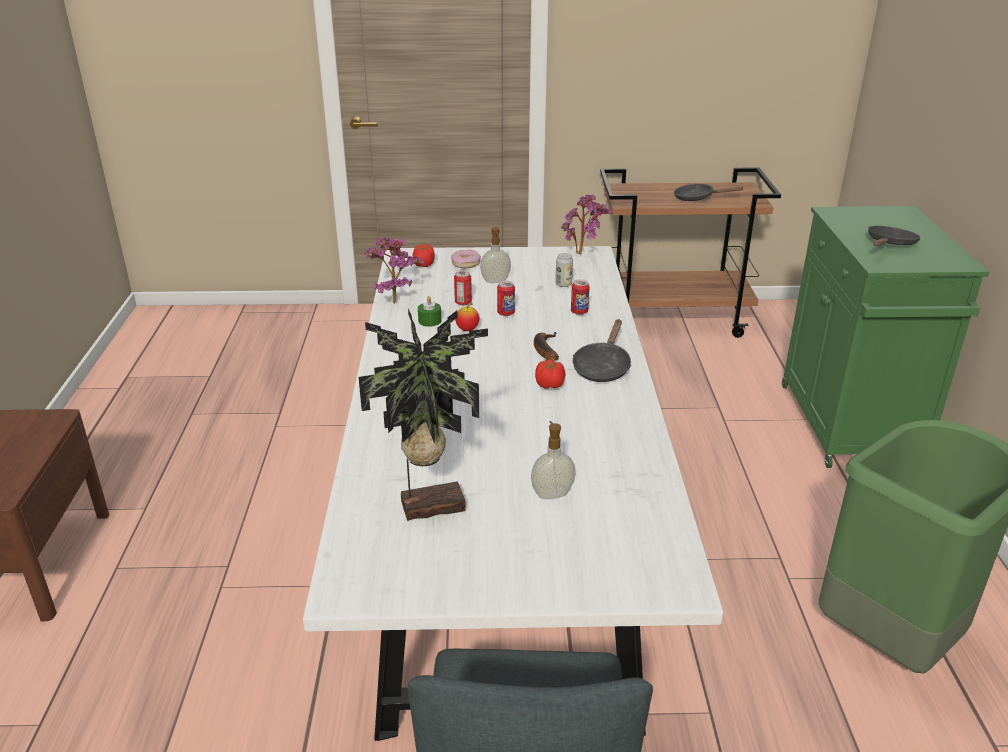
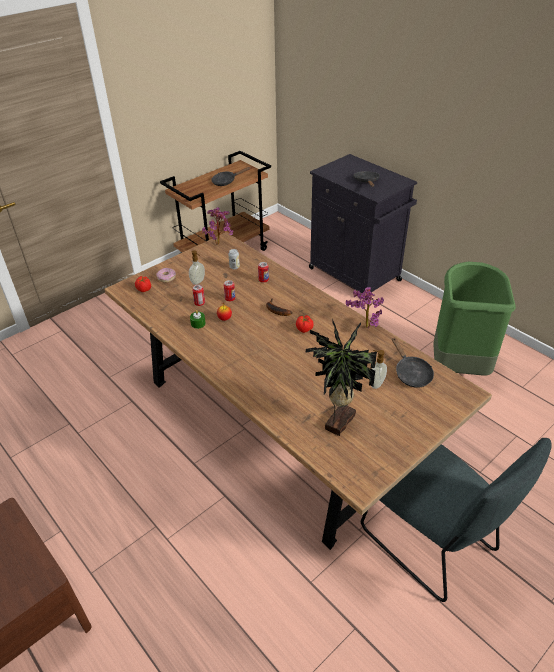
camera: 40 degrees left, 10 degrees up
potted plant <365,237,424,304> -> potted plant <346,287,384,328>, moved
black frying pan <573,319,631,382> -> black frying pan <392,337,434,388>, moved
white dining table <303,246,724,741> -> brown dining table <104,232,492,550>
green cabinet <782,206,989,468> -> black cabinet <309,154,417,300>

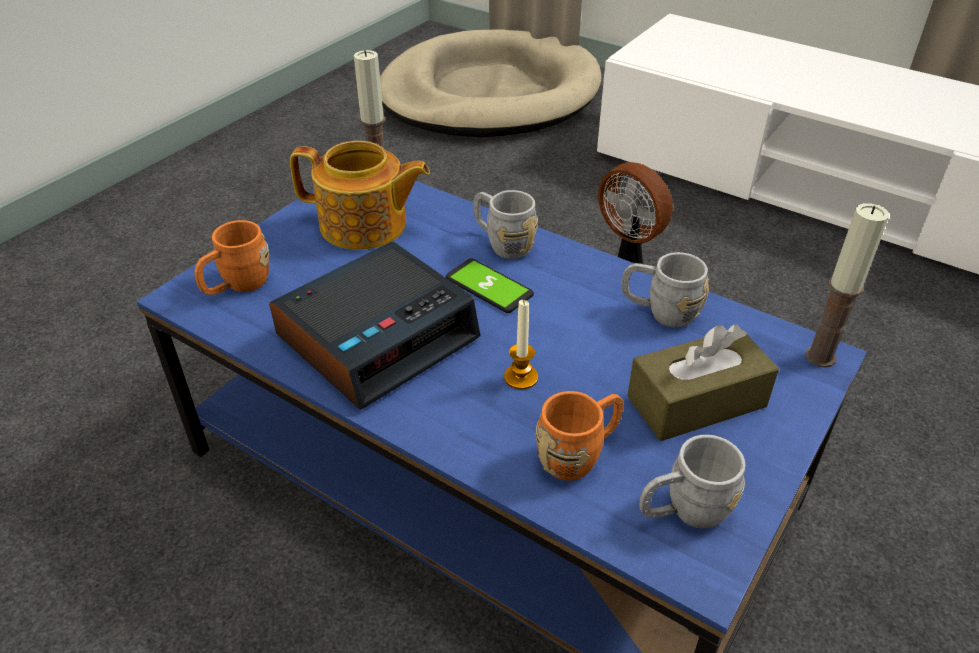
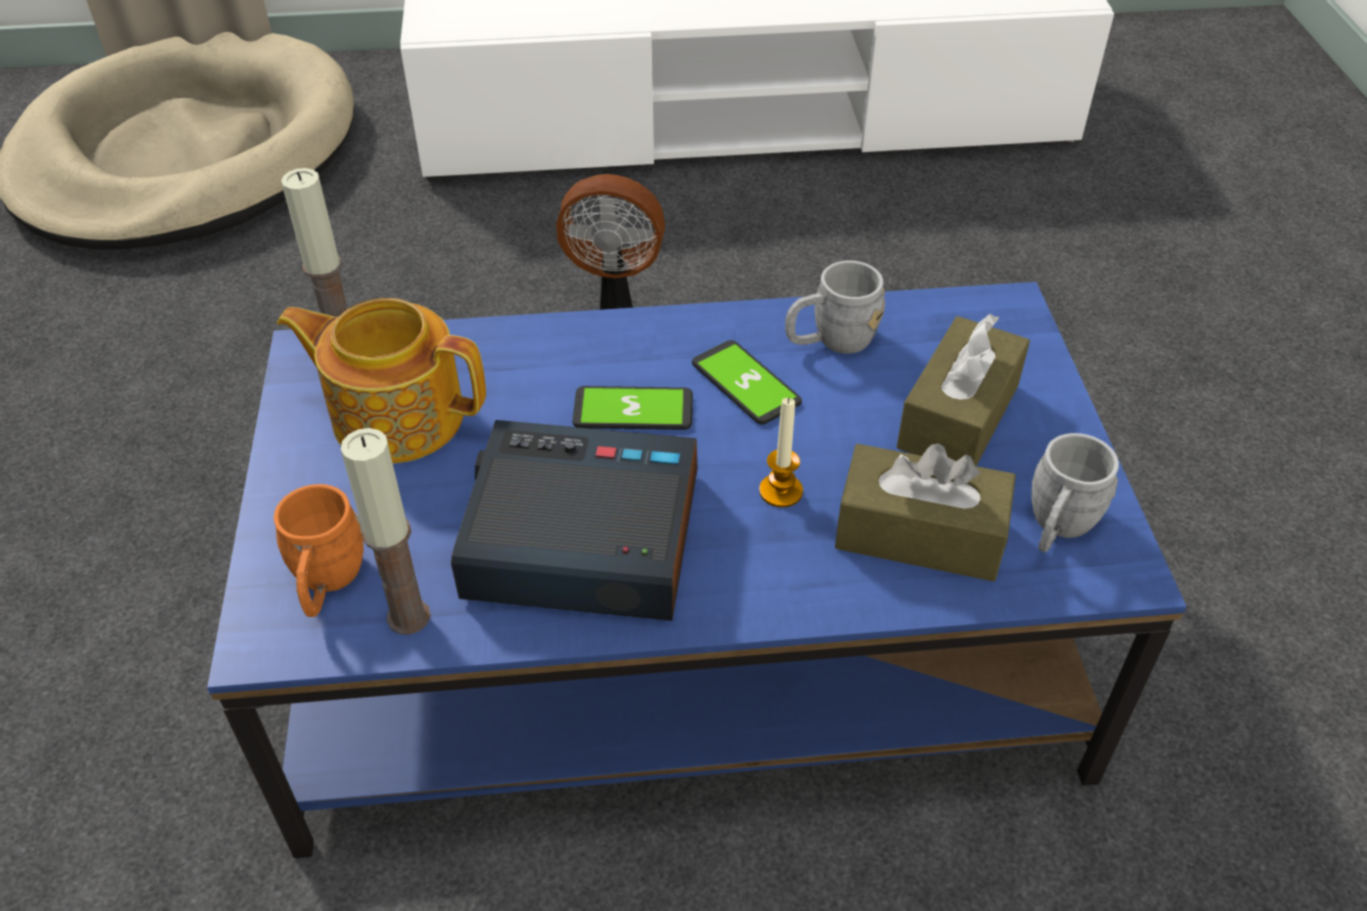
camera: 40 degrees left, 5 degrees up
grey mug <473,190,538,259> -> none
none -> phone <692,340,802,425>
candle <805,203,889,368> -> candle <341,428,431,635>, moved
orange mug <536,391,624,481> -> brown tissue box <835,444,1016,581>
alarm clock <269,242,480,410> -> alarm clock <451,420,698,621>, 90 degrees counterclockwise
teapot <290,141,430,250> -> teapot <277,298,486,463>, 135 degrees counterclockwise

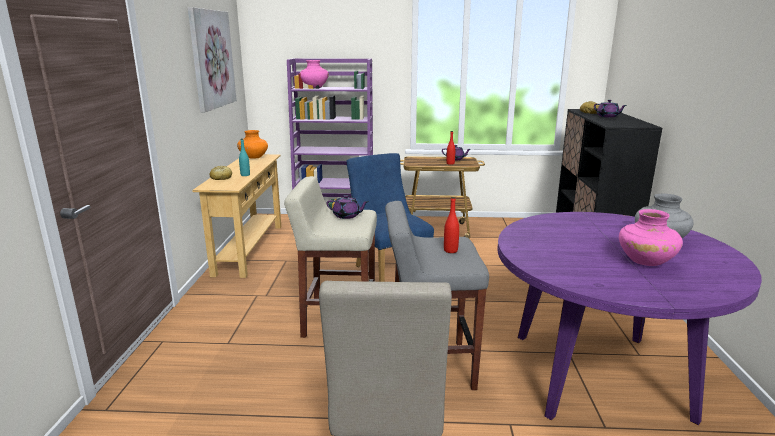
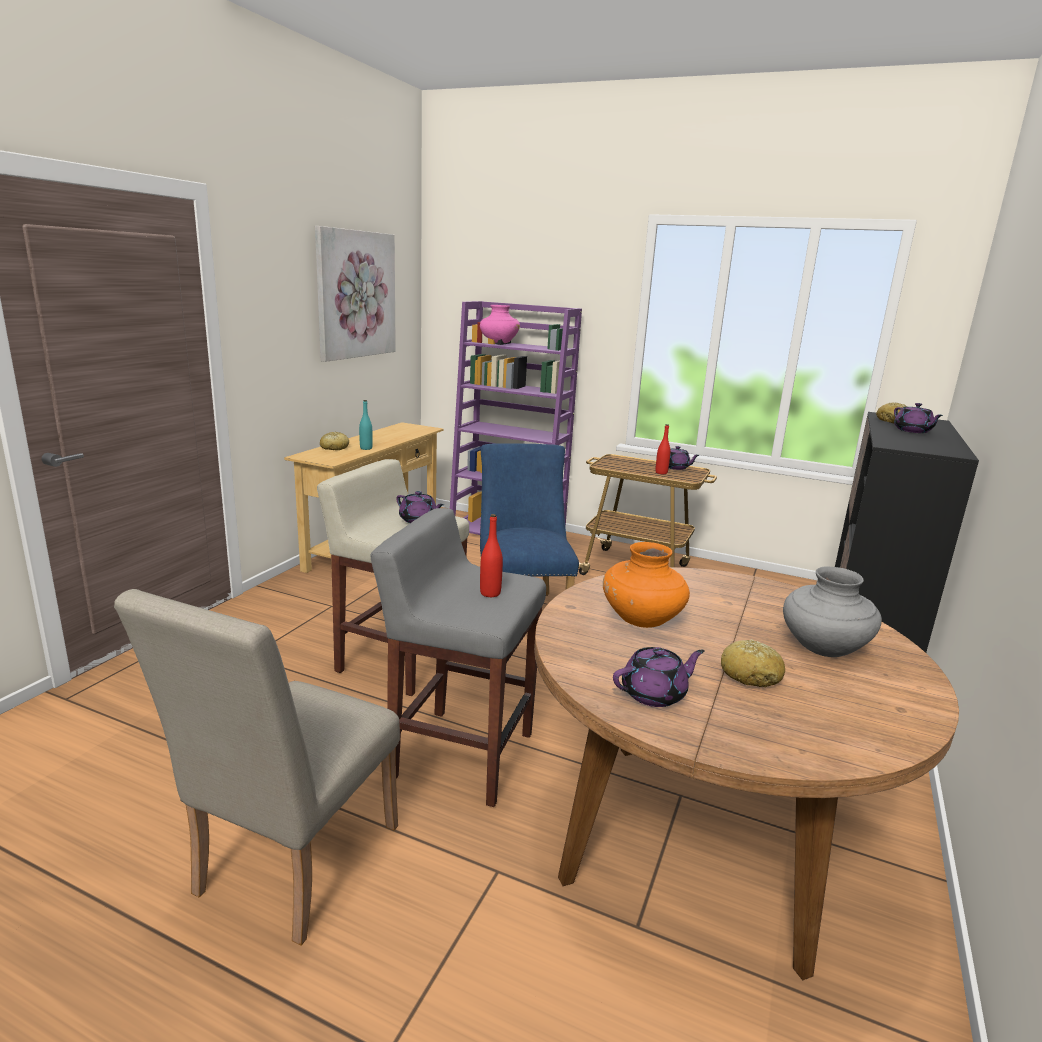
camera: 20 degrees right, 0 degrees up
none -> purple teapot <613,647,705,707>
orange vase <237,130,268,159> -> orange vase <603,542,690,628>, moved
pink vase <619,209,683,266> -> bread <721,639,785,687>
purple dining table <498,212,762,425> -> brown dining table <534,567,959,981>

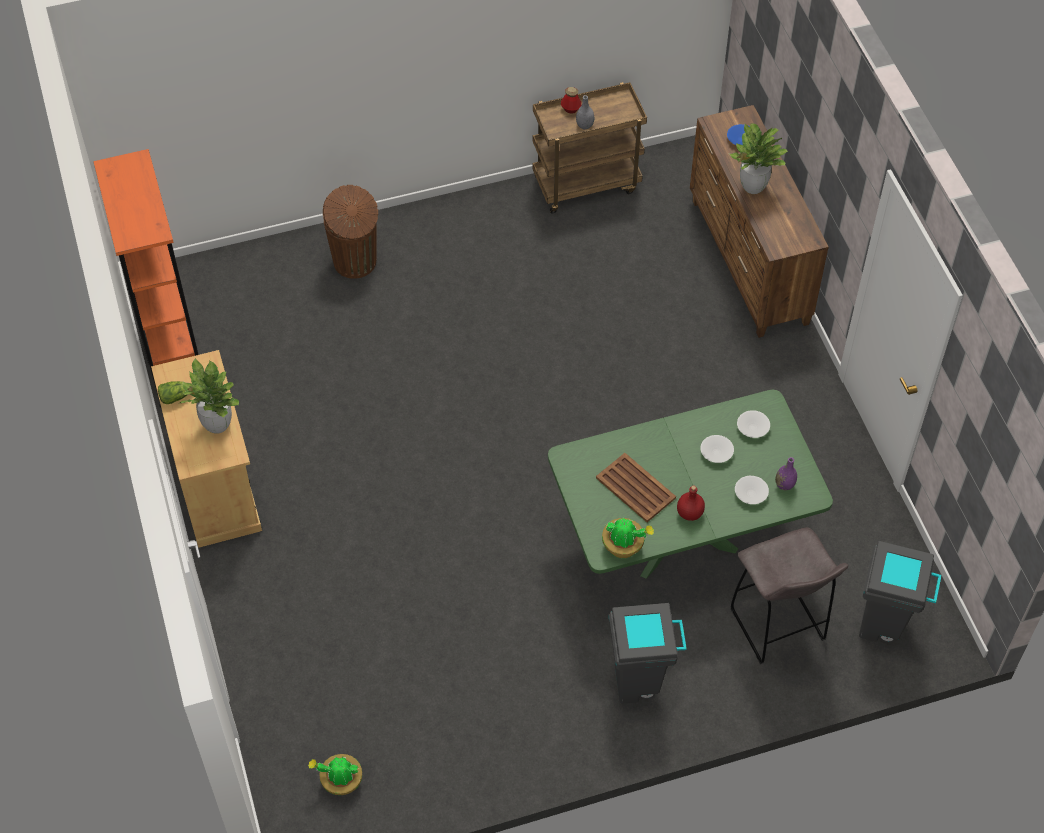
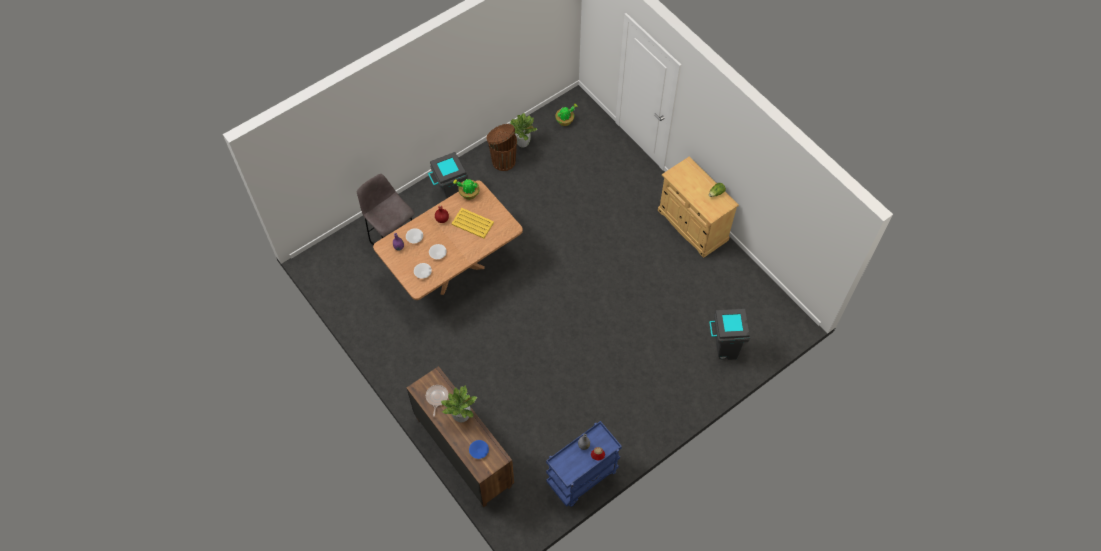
camera: 160 degrees right, 5 degrees up
orange bookcase <93,149,199,408> -> none
none -> frying pan <426,385,448,416>
potted plant <180,358,239,434> -> potted plant <511,113,537,148>, moved
brown trash can <323,185,378,279> -> brown trash can <486,124,517,171>, moved
grey trash can <859,541,941,643> -> grey trash can <709,309,750,360>, moved
brown cart <532,82,647,214> -> blue cart <546,421,622,507>
green dining table <548,390,833,578> -> brown dining table <373,180,523,300>
brown tray <596,453,676,522> -> yellow tray <451,208,494,239>

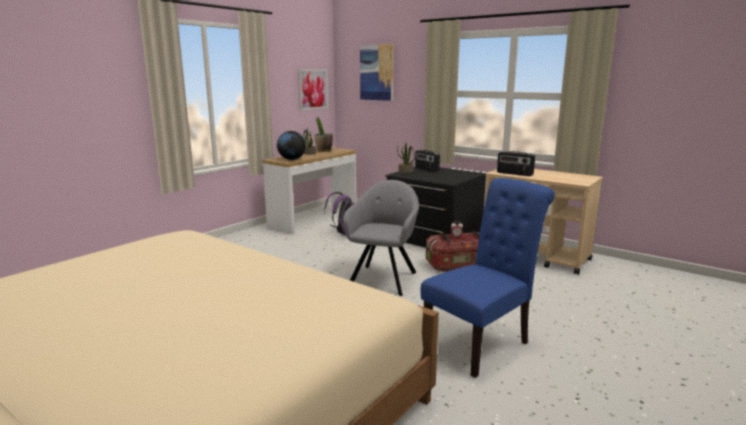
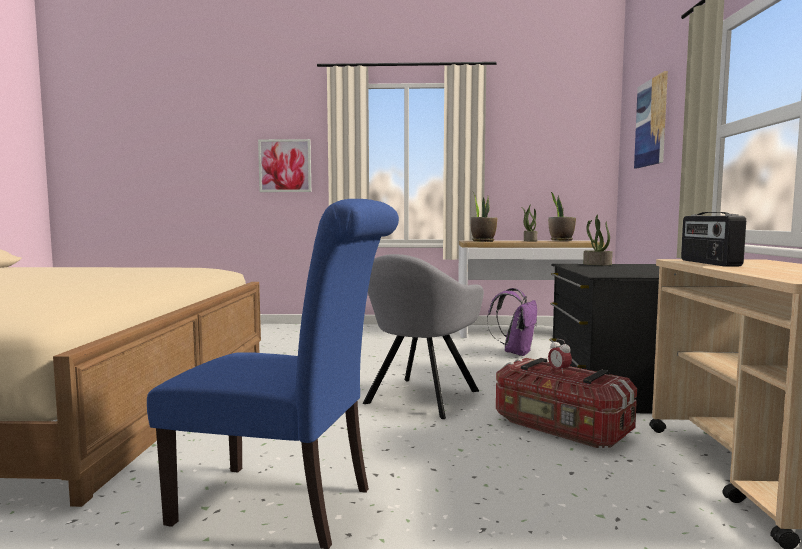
camera: 55 degrees right, 10 degrees down
radio <415,150,440,172> -> none
picture <298,69,328,110> -> picture <258,139,311,192>, moved
globe <277,131,306,160> -> potted plant <470,191,498,242>
grey armchair <343,180,419,296> -> grey armchair <363,254,484,419>, 135 degrees clockwise

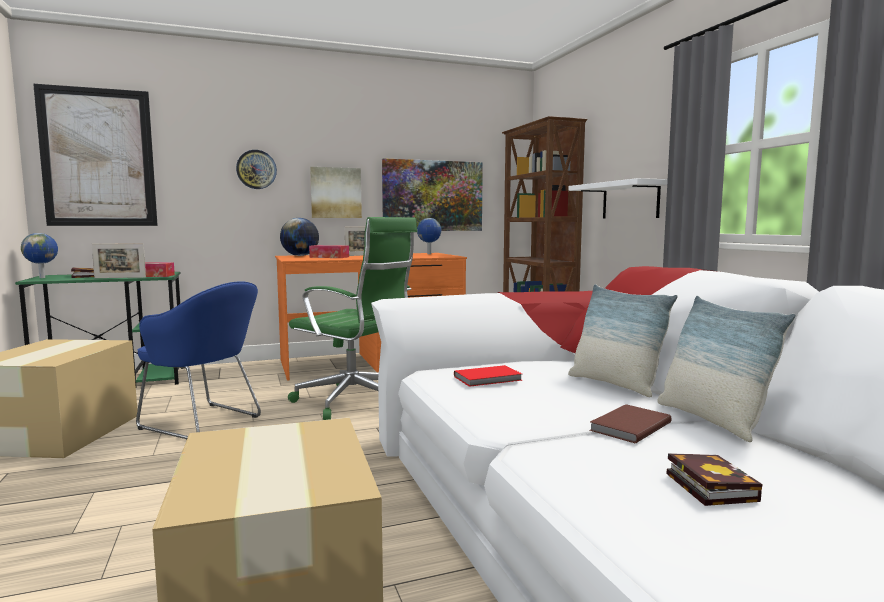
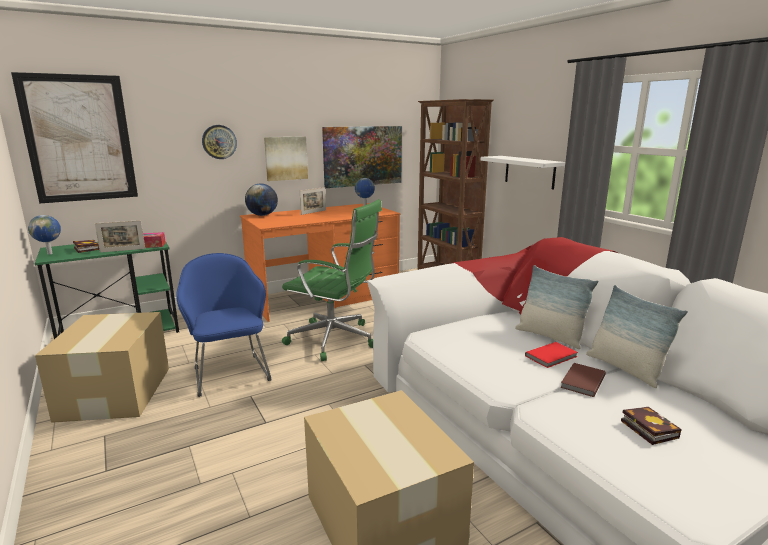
camera: 10 degrees left, 10 degrees up
tissue box <309,245,349,258> -> none
red book <454,365,522,387> -> red book <525,342,578,368>, moved
blue armchair <136,281,261,439> -> blue armchair <176,253,272,397>, 135 degrees counterclockwise

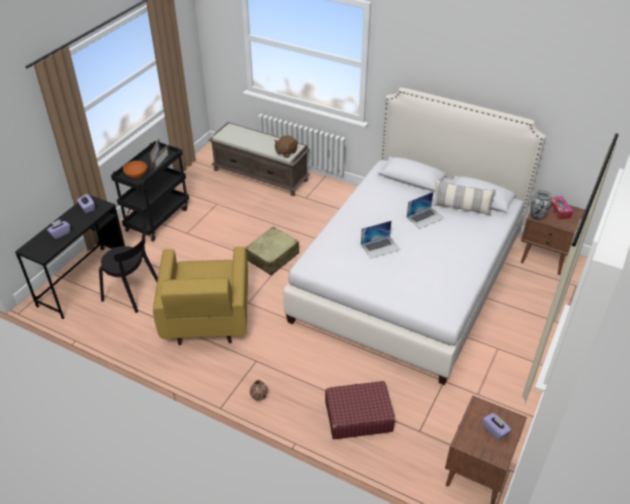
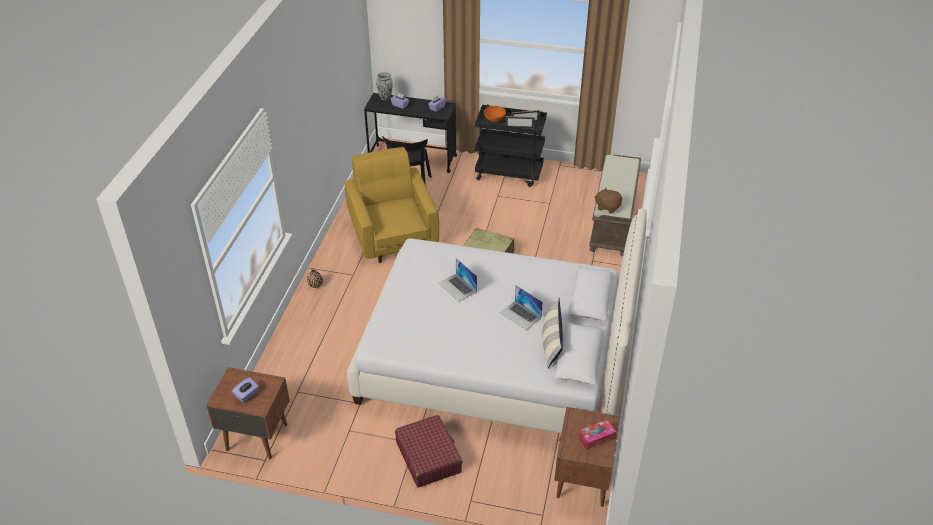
camera: 75 degrees right, 0 degrees up
red suitcase <325,381,395,439> -> red suitcase <395,415,462,488>, moved
vase <531,189,552,220> -> vase <376,72,393,101>, moved
yellow armchair <153,247,248,345> -> yellow armchair <345,147,439,263>, 90 degrees clockwise

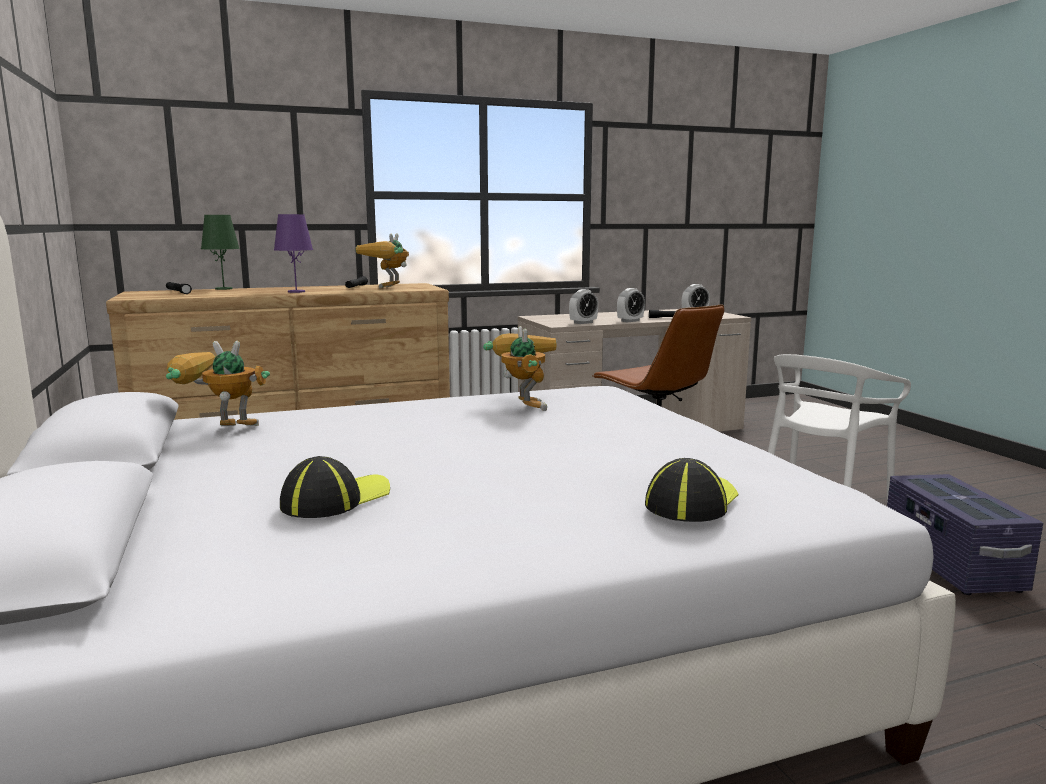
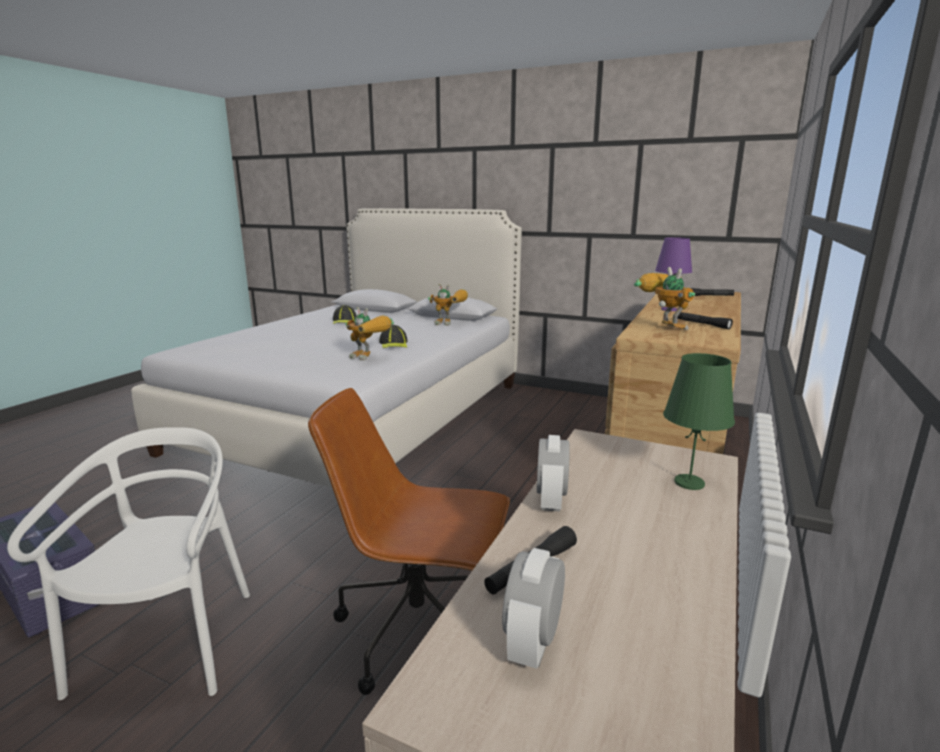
camera: 135 degrees right, 5 degrees up
alarm clock <569,289,598,324> -> none
green table lamp <201,215,240,290> -> green table lamp <663,353,735,490>, moved
cap <645,458,739,522> -> cap <379,325,408,348>, moved
toy robot <166,341,270,426> -> toy robot <428,284,468,326>, 60 degrees clockwise

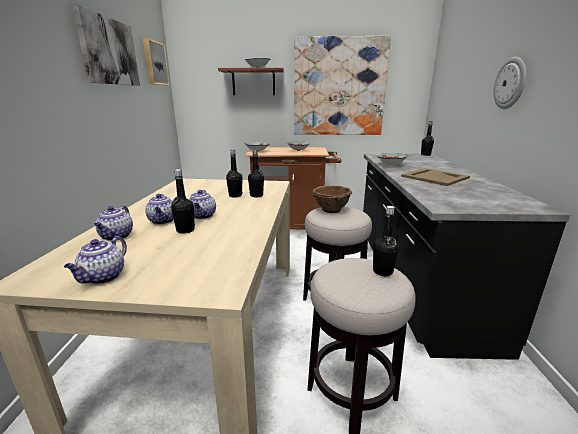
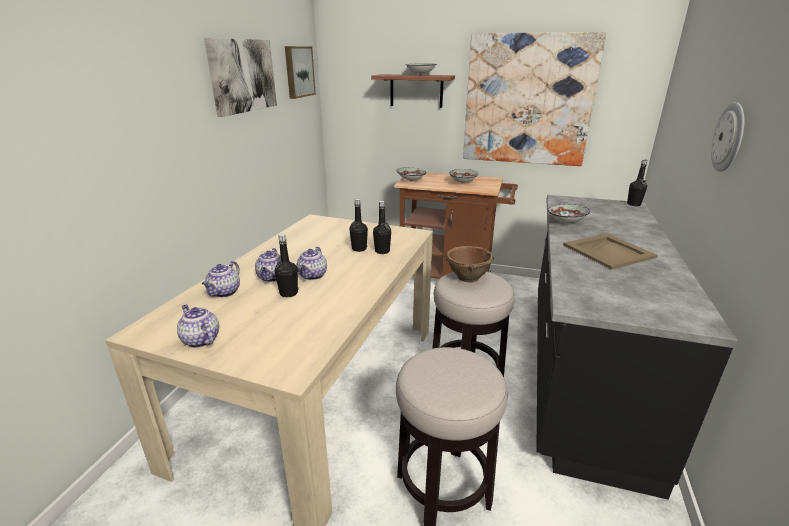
camera: 15 degrees right, 5 degrees up
black bottle <373,206,399,276> -> none
teapot <64,236,127,284> -> teapot <177,305,219,348>, 105 degrees clockwise

